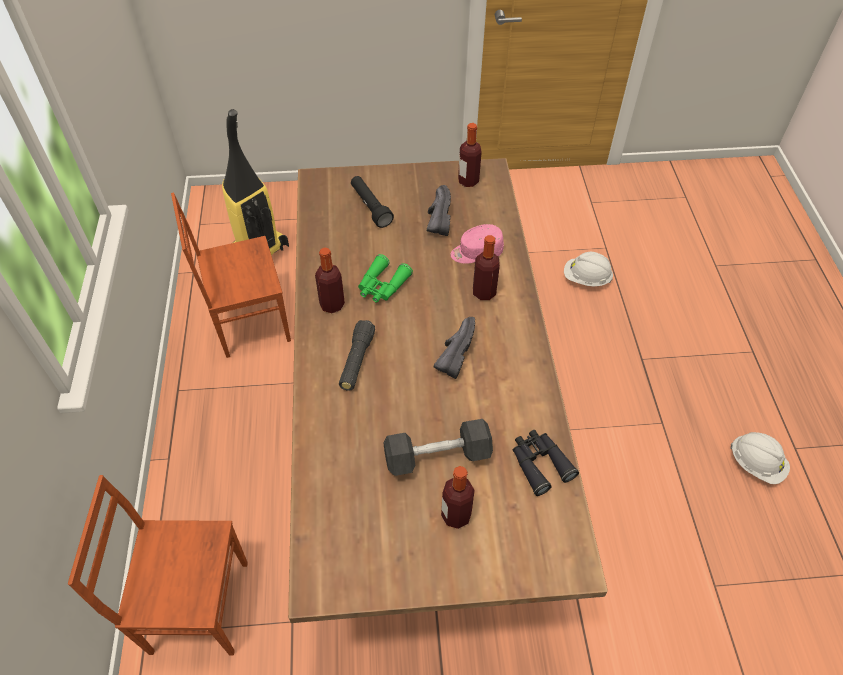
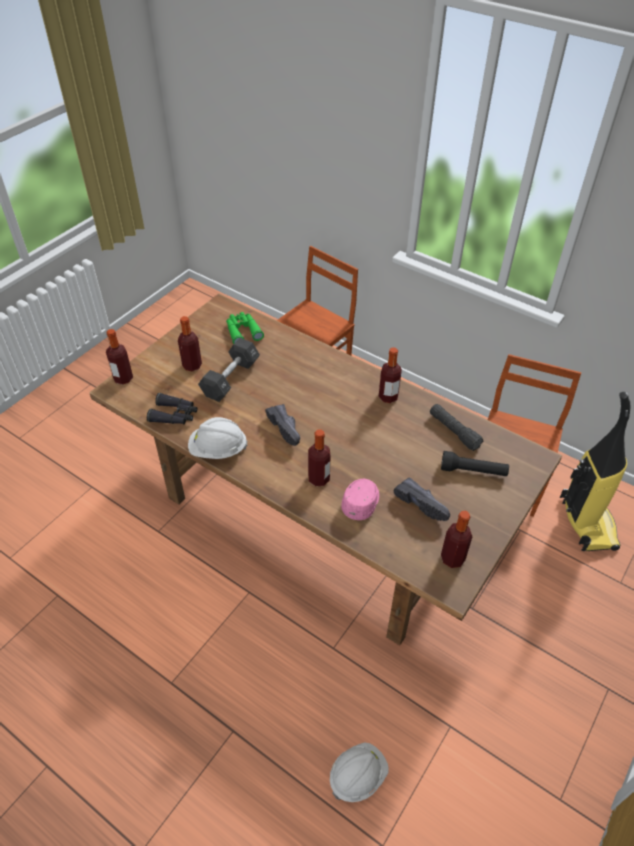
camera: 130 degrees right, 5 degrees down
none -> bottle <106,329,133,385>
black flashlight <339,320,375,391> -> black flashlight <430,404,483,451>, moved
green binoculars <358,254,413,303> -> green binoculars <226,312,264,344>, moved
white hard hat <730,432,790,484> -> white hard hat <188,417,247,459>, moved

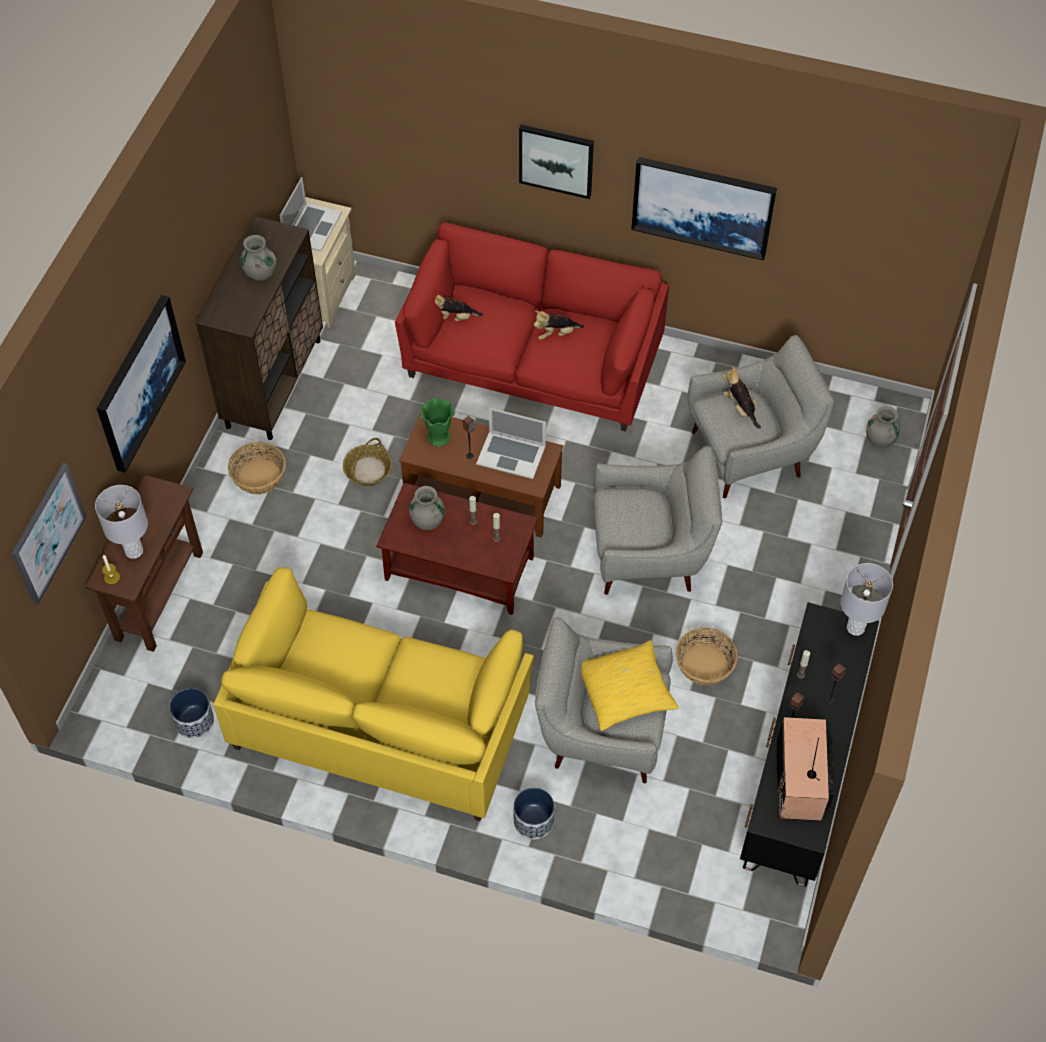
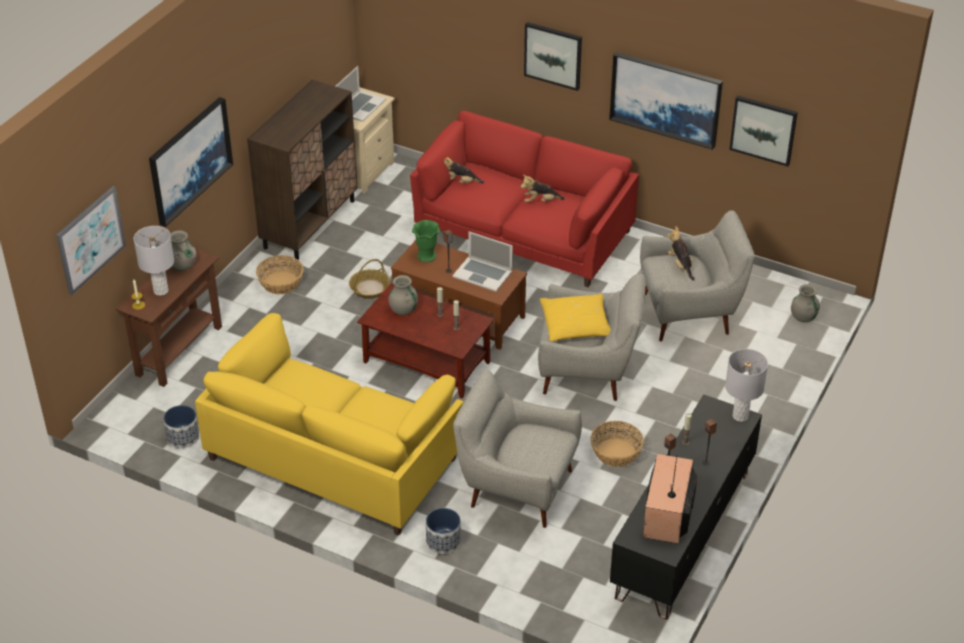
camera: 10 degrees right, 15 degrees down
none -> picture <729,96,798,167>
grey vase <240,235,277,281> -> grey vase <170,231,197,271>, moved
yellow pillow <582,640,679,731> -> yellow pillow <540,294,611,341>, moved

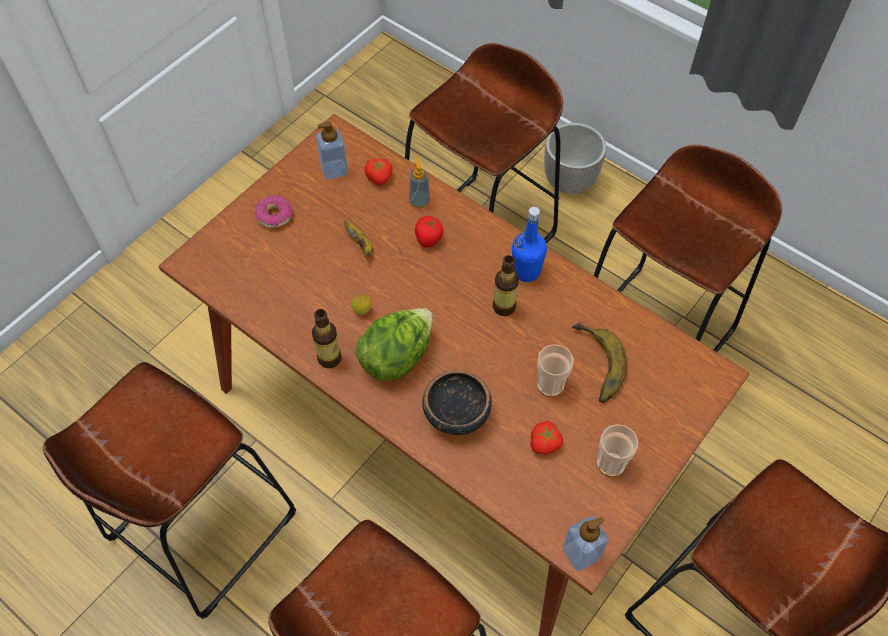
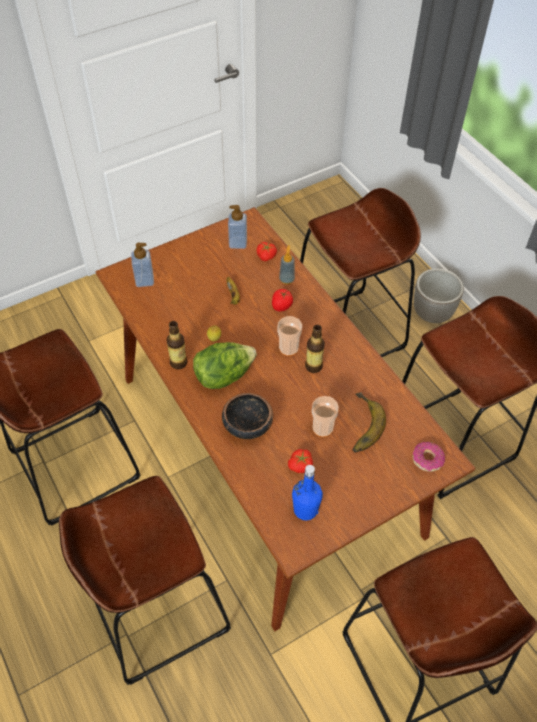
camera: 20 degrees right, 5 degrees down
donut <254,195,293,228> -> donut <412,442,445,472>, moved
blue bottle <512,207,547,282> -> blue bottle <292,465,323,520>, moved
soap dispenser <563,516,609,571> -> soap dispenser <131,243,154,287>, moved
cup <597,424,638,477> -> cup <277,316,302,356>, moved

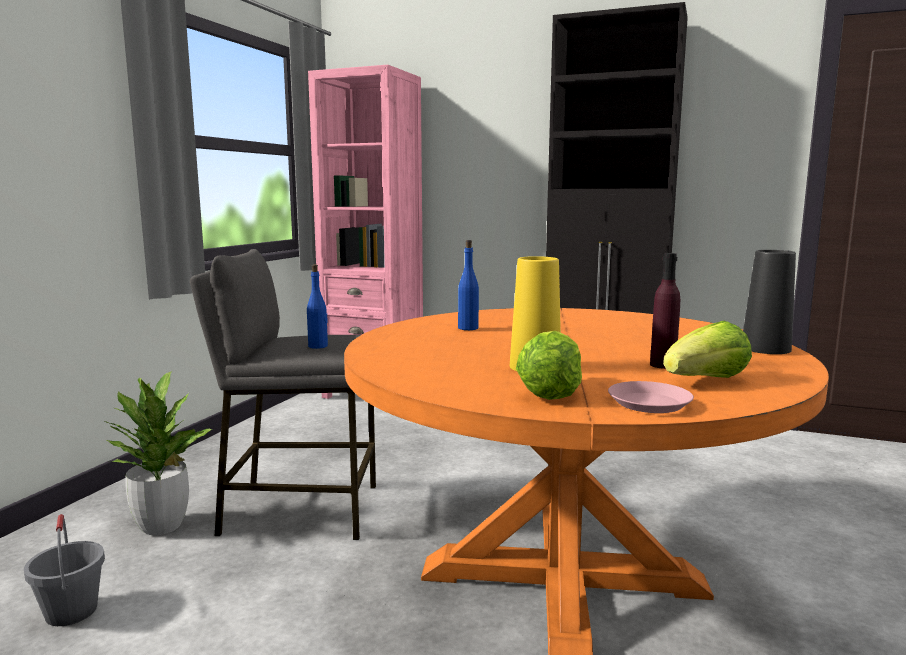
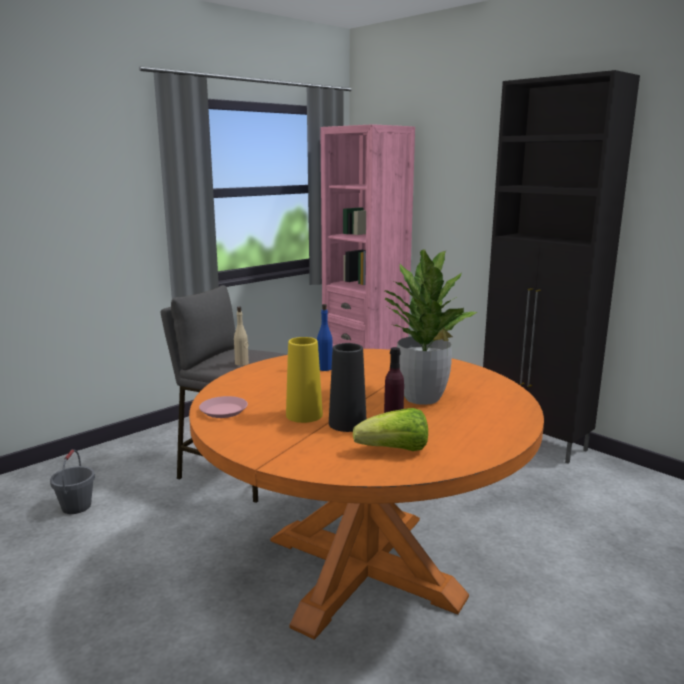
camera: 25 degrees right, 5 degrees up
lettuce <516,331,582,400> -> none
potted plant <104,371,212,535> -> potted plant <385,249,478,405>, moved
pink plate <608,381,694,413> -> pink plate <199,396,248,418>, moved
black vase <743,250,796,354> -> black vase <329,343,366,432>, moved
blue bottle <307,264,328,349> -> beige bottle <234,307,249,366>

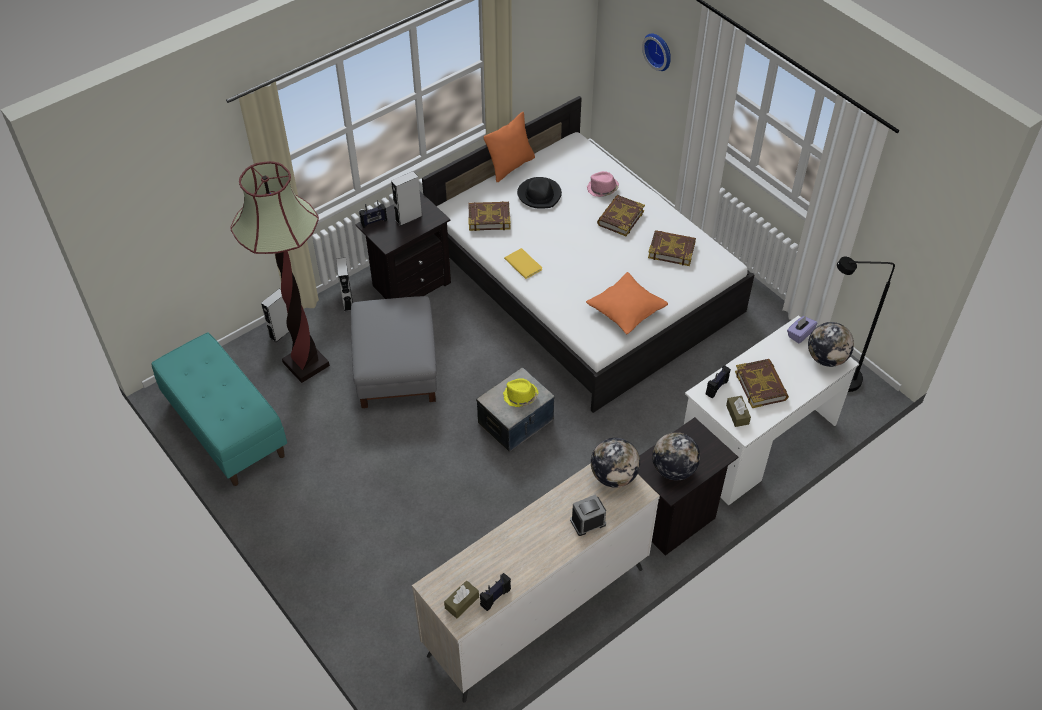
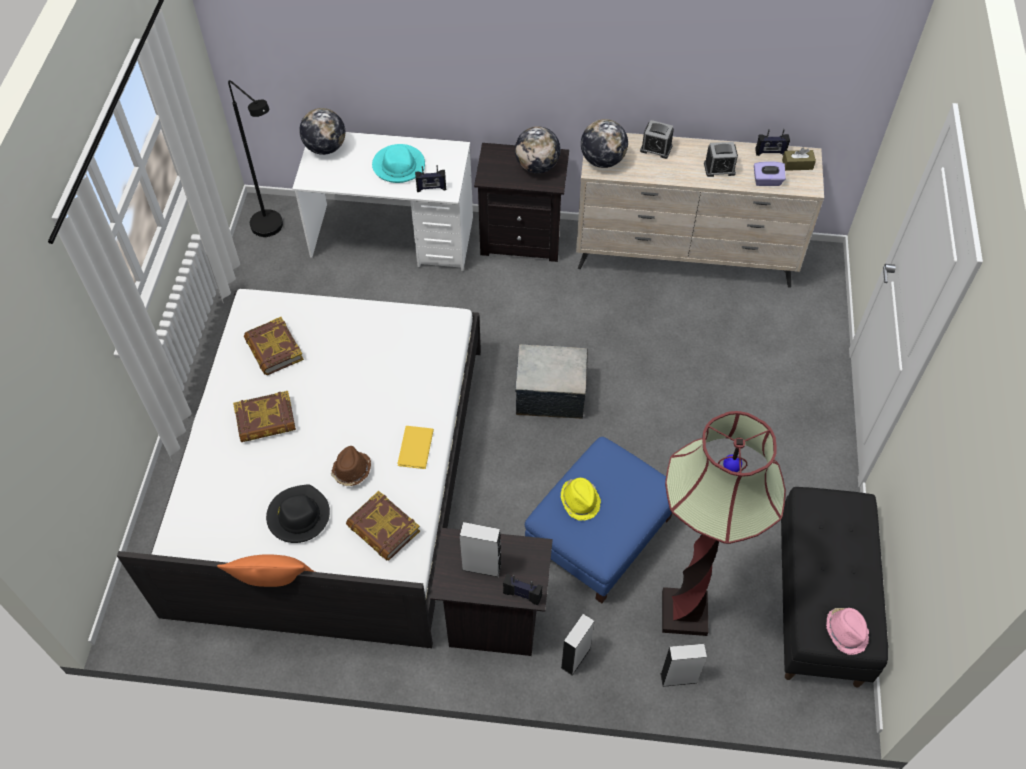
camera: 135 degrees left, 5 degrees up
orange pillow <586,272,668,334> -> none
wall clock <642,34,671,71> -> none
brown tissue box <726,396,751,427> -> none
none -> brown hat <331,446,371,486>
none -> alarm clock <704,142,738,177>
yellow hat <503,378,539,407> -> yellow hat <561,478,601,521>, moved
pink hat <587,171,619,197> -> pink hat <826,608,869,655>, moved
purple tissue box <787,316,817,344> -> purple tissue box <754,161,786,186>, moved
book <735,359,789,408> -> turquoise hat <372,144,425,183>
turquoise bench <151,332,287,486> -> black bench <781,487,888,688>
grey ottoman <351,296,437,408> -> blue ottoman <525,437,672,603>

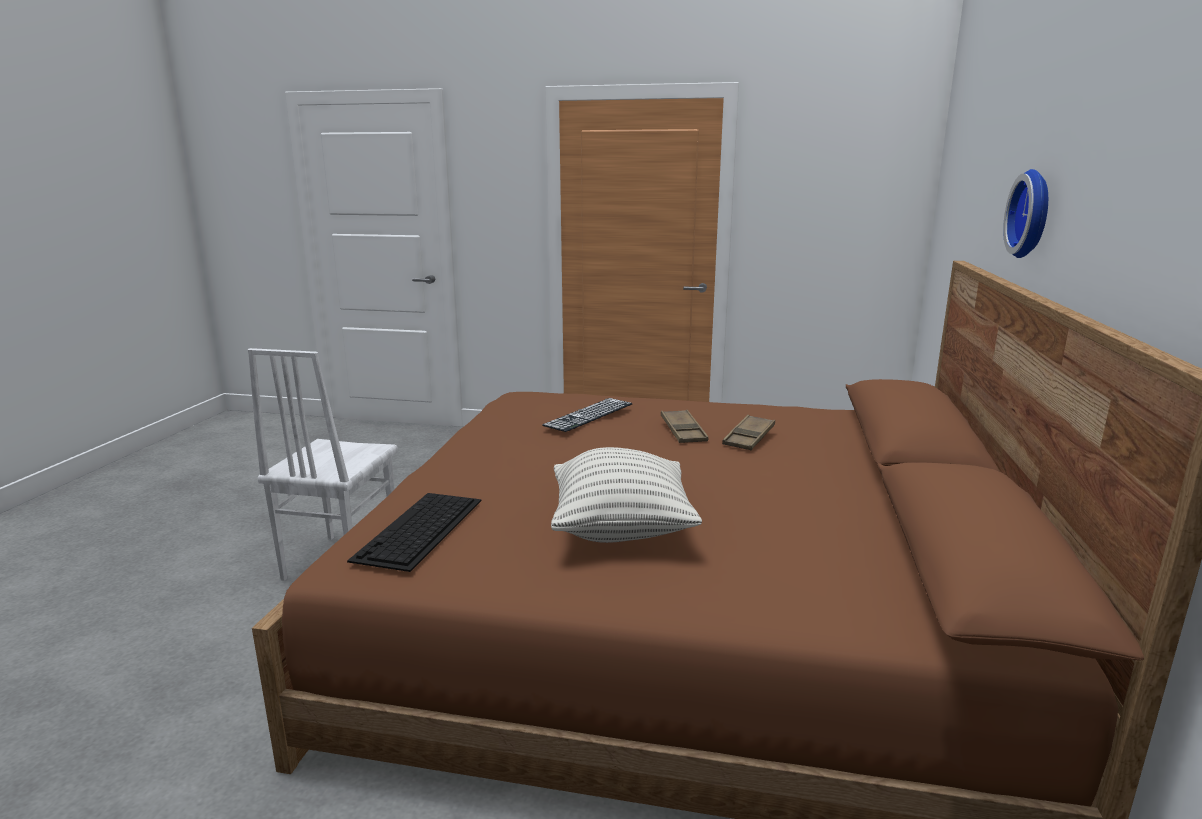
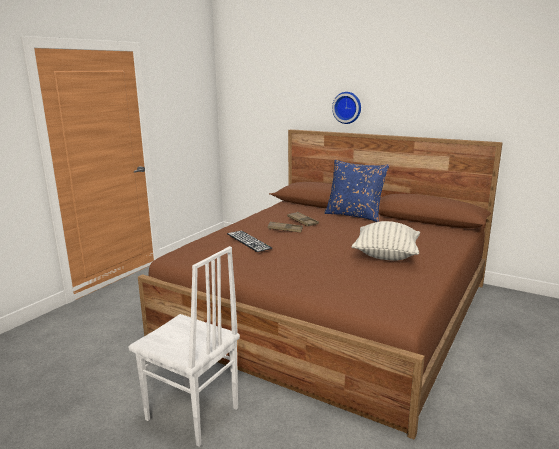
camera: 70 degrees left, 0 degrees up
keyboard <347,493,481,572> -> none
none -> blue pillow <324,160,389,222>

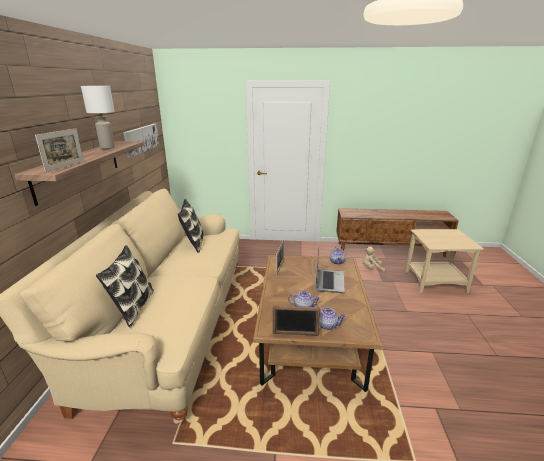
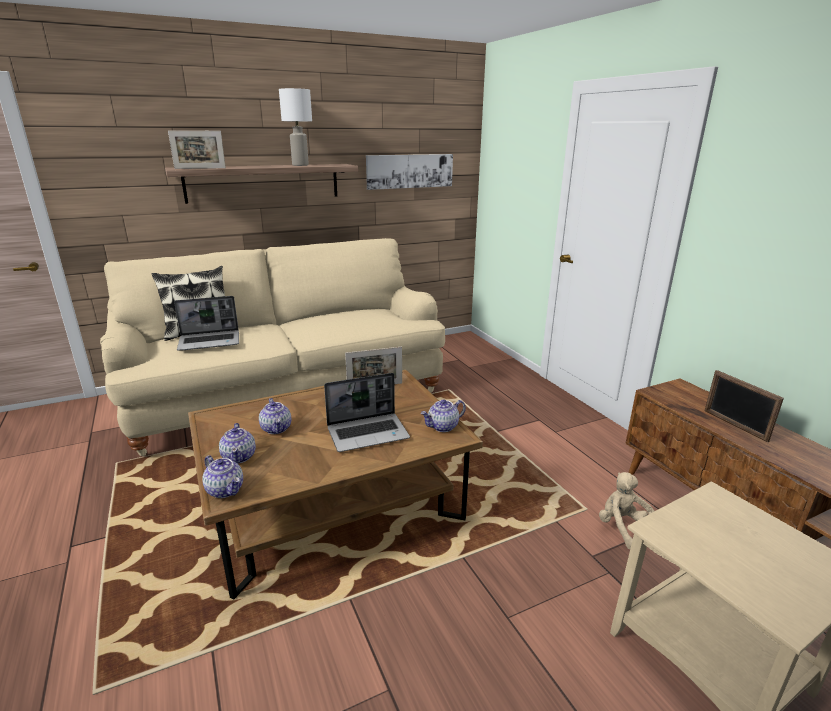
camera: 60 degrees right, 0 degrees up
pillow <178,199,204,253> -> none
none -> laptop <174,296,239,351>
none -> teapot <202,455,243,498>
picture frame <273,306,320,336> -> picture frame <704,370,784,442>, moved

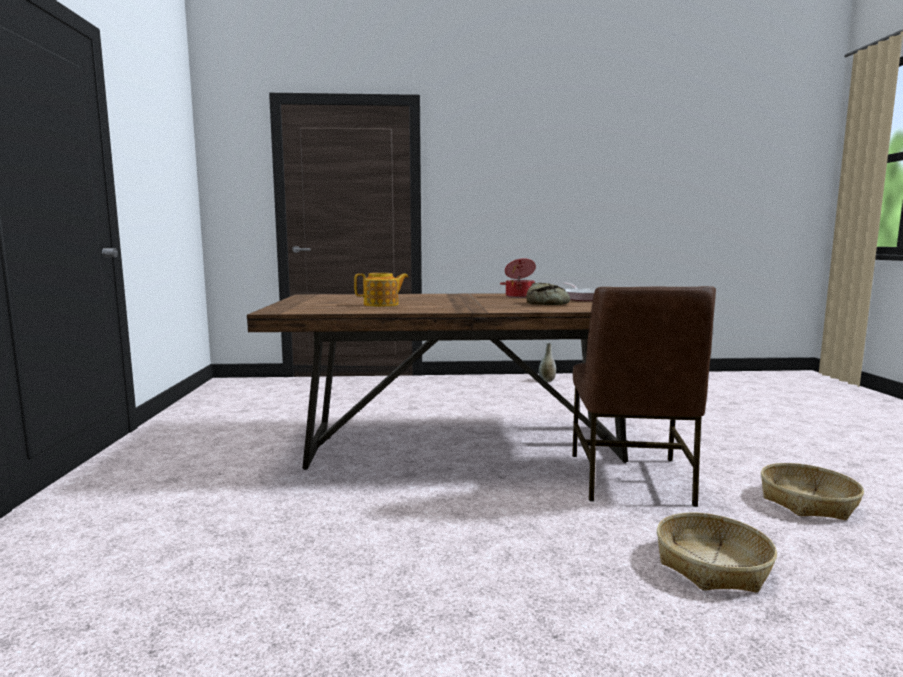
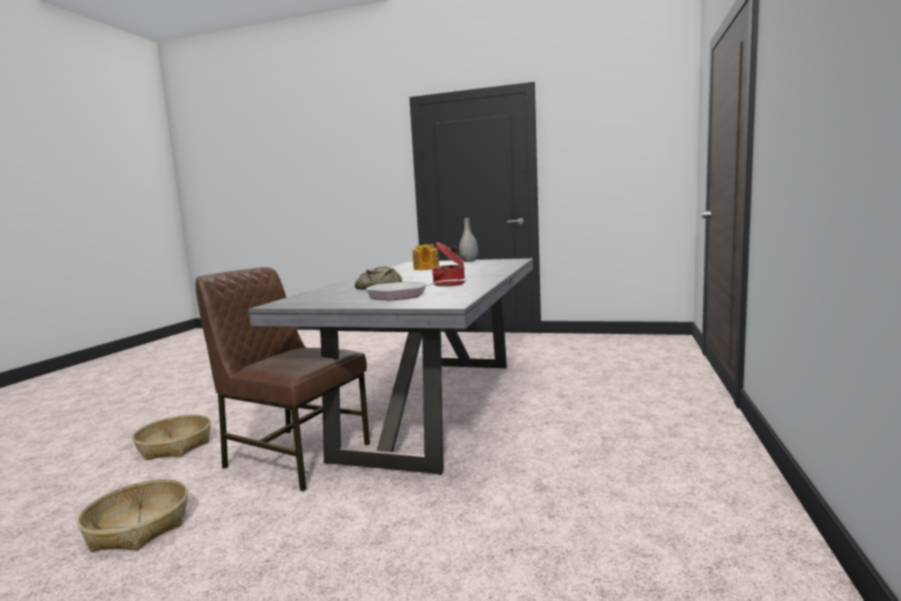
camera: 110 degrees right, 0 degrees up
grey vase <539,342,556,382> -> grey vase <459,218,478,262>, moved
brown dining table <247,293,628,470> -> grey dining table <248,258,533,475>

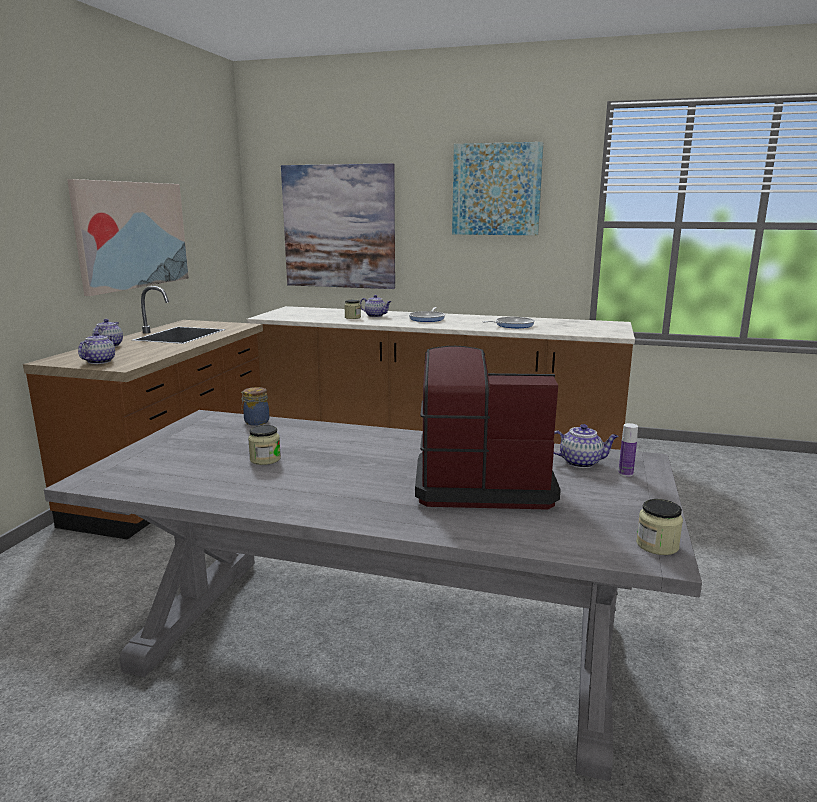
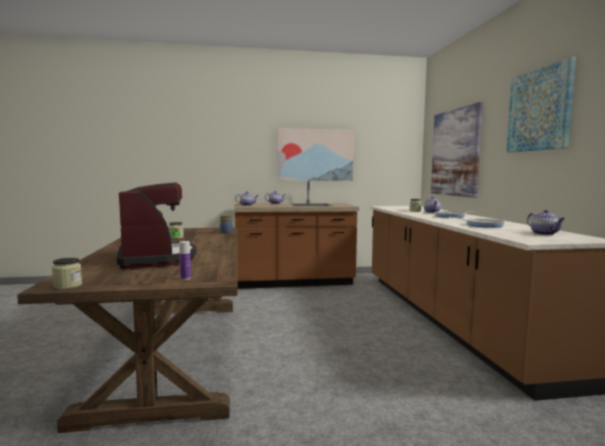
camera: 65 degrees right, 10 degrees down
teapot <554,424,619,468> -> teapot <527,210,565,235>, moved
grey dining table <44,410,702,782> -> brown dining table <17,228,238,433>

